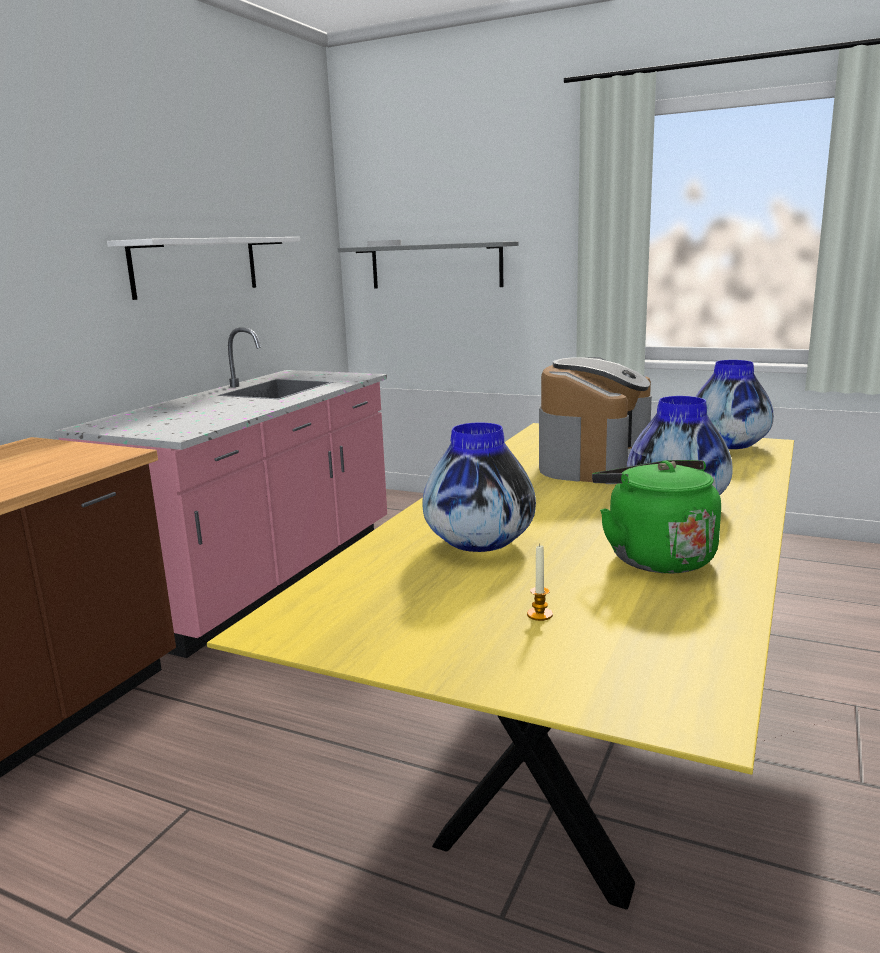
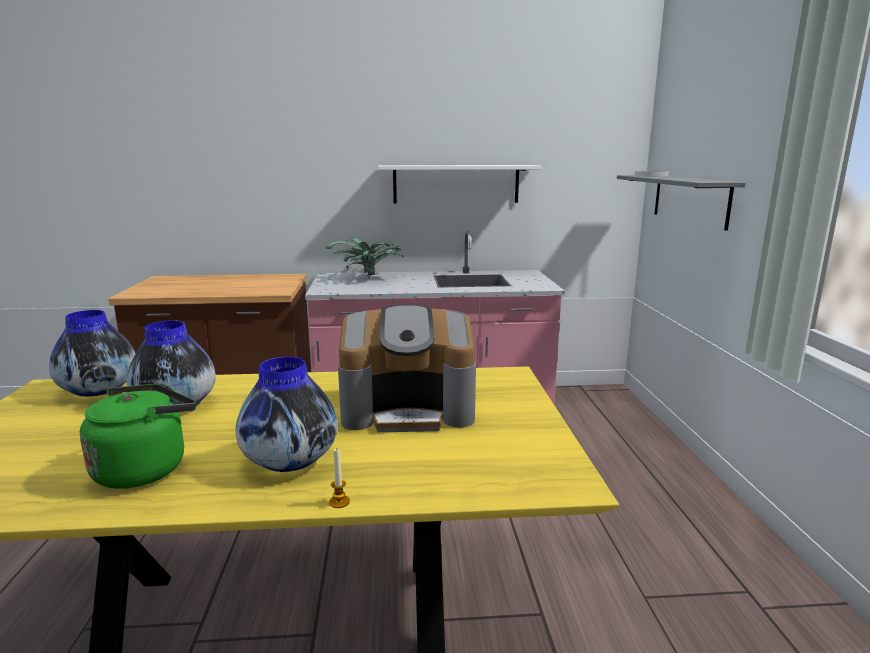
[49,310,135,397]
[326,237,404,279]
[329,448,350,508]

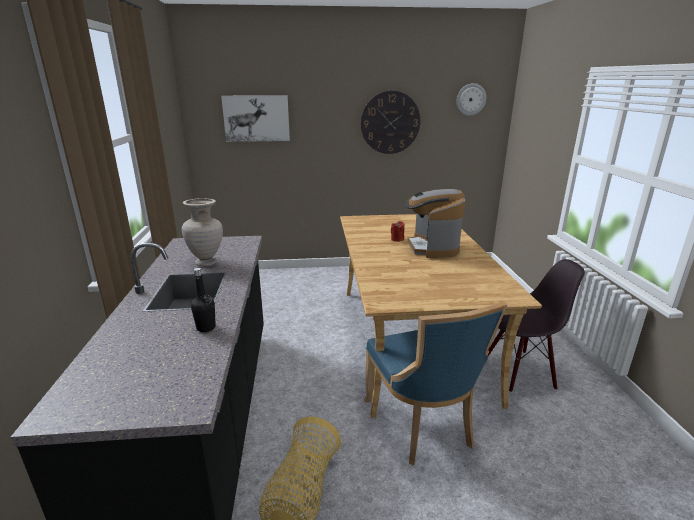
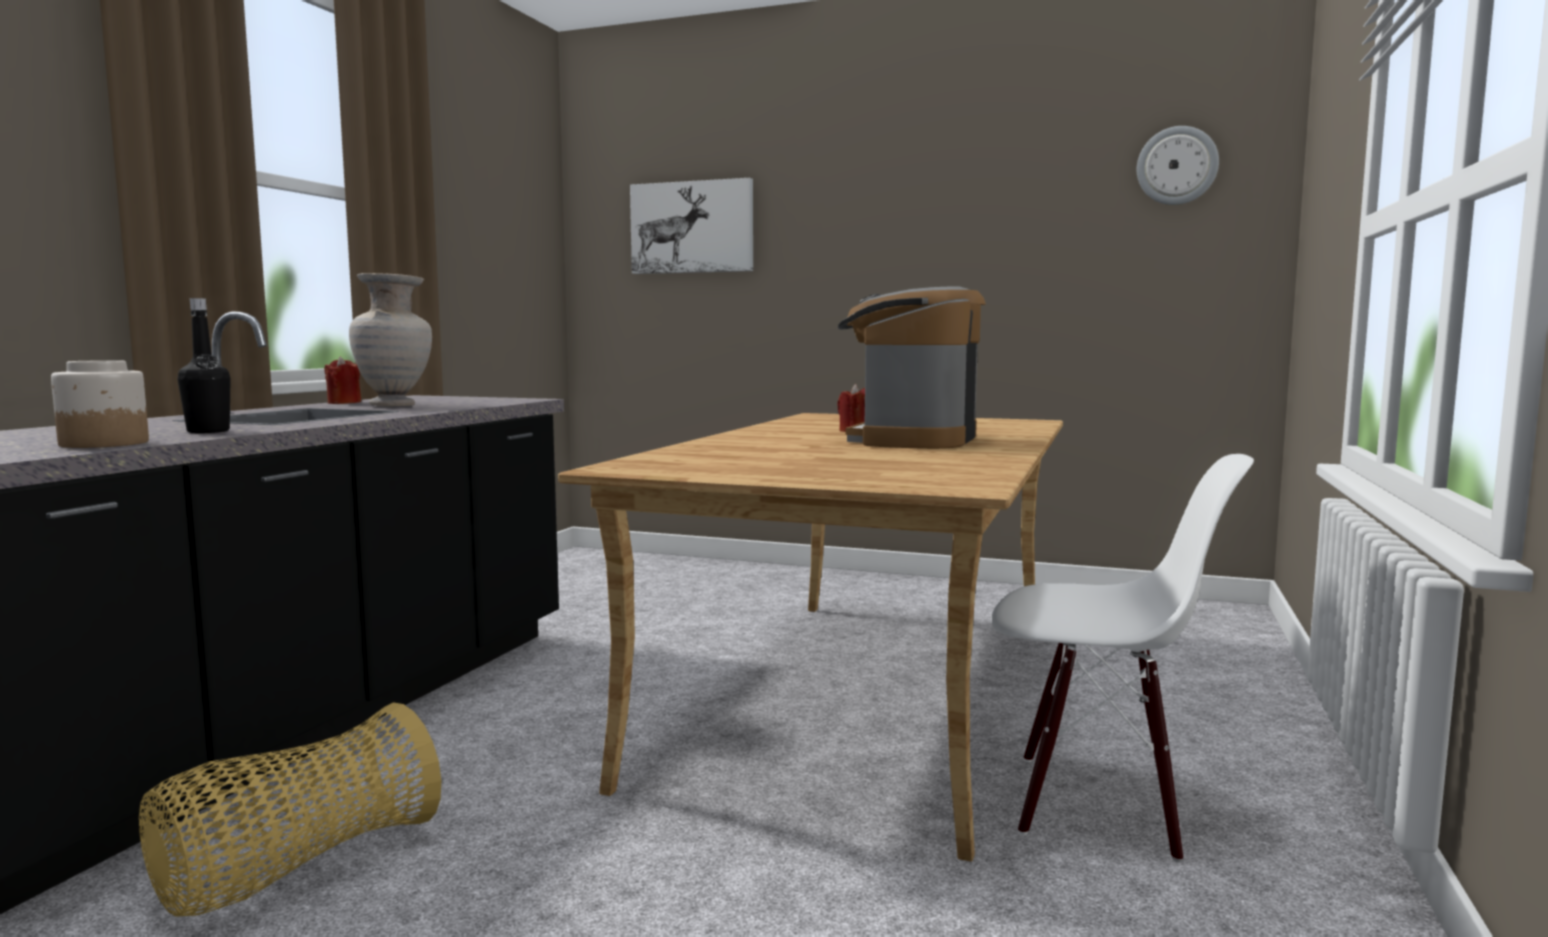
[51,360,149,448]
[324,356,361,404]
[991,454,1254,862]
[361,91,420,154] (first image)
[364,301,507,465] (first image)

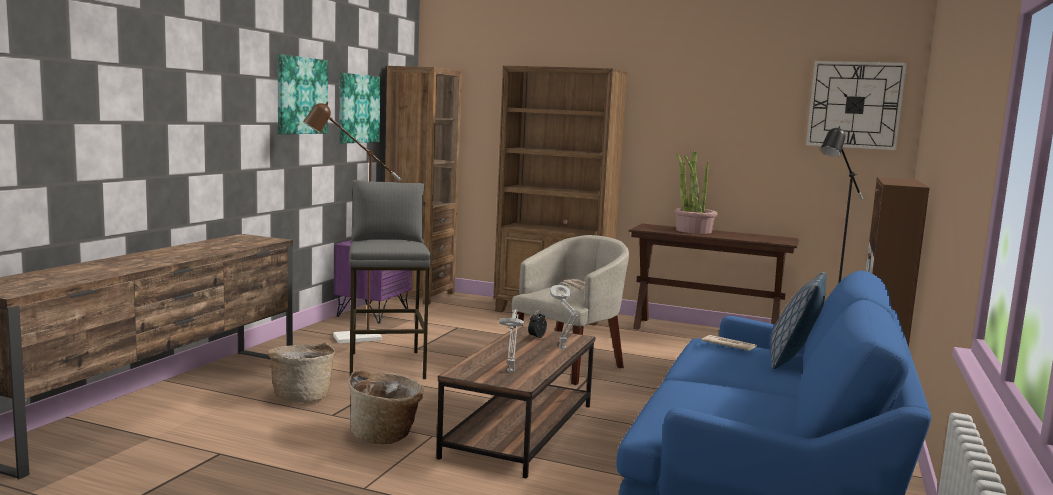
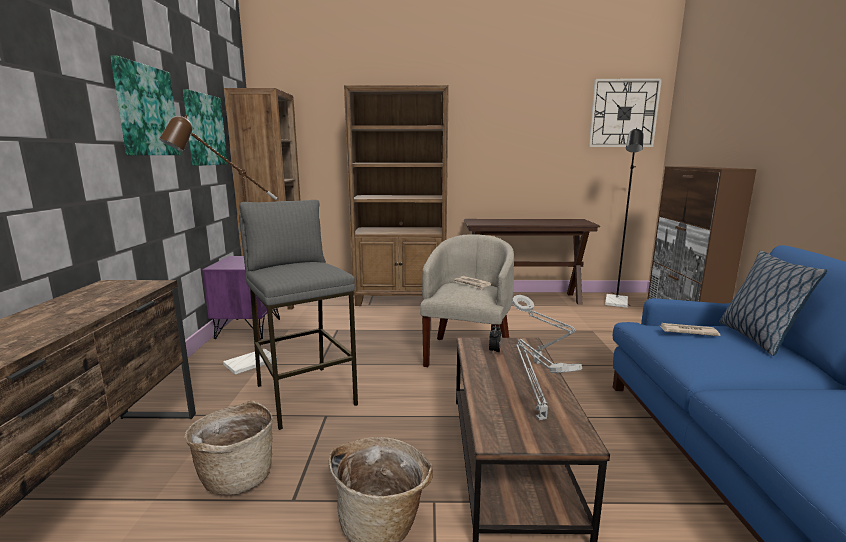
[674,151,718,234] (first image)

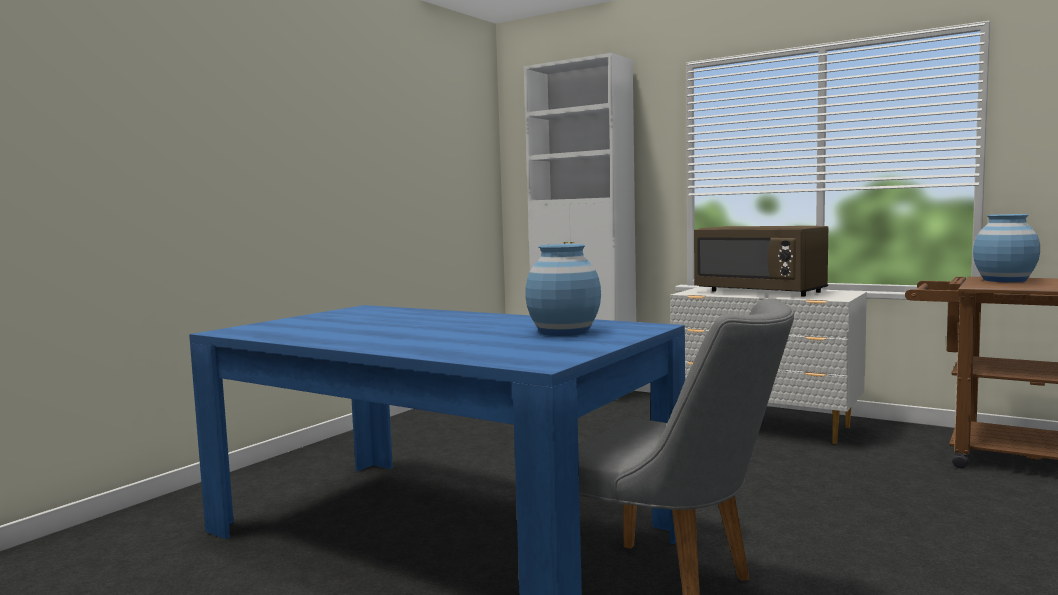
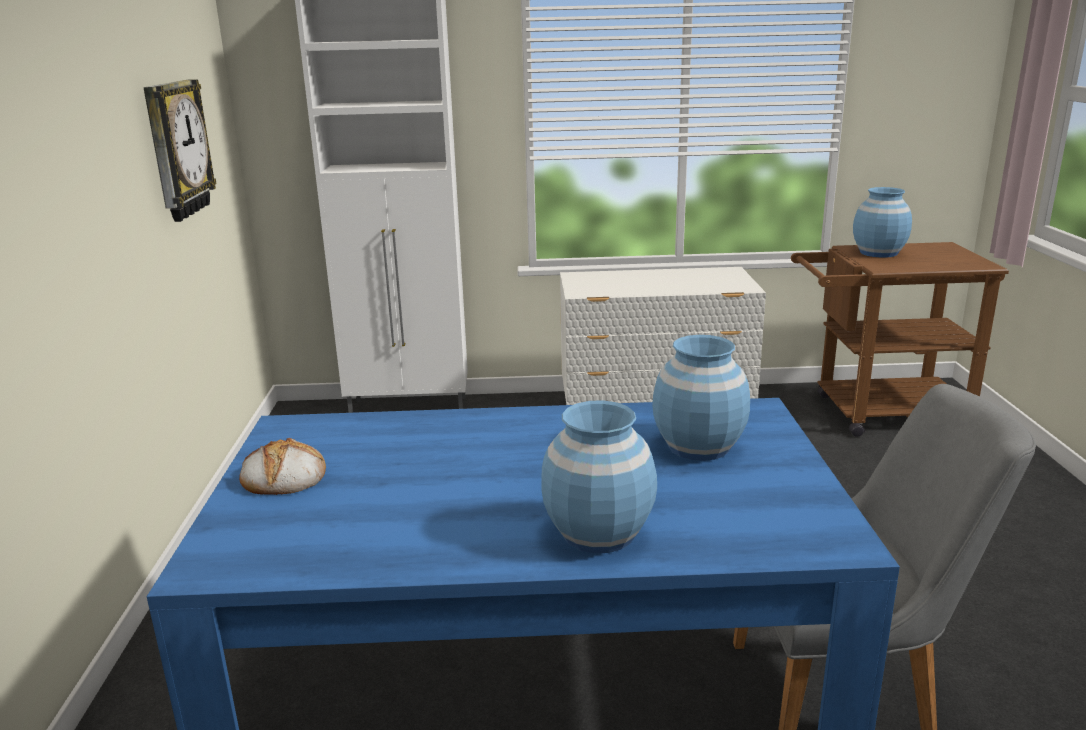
[144,79,217,222]
[239,438,326,495]
[541,400,657,553]
[694,226,828,297] (first image)

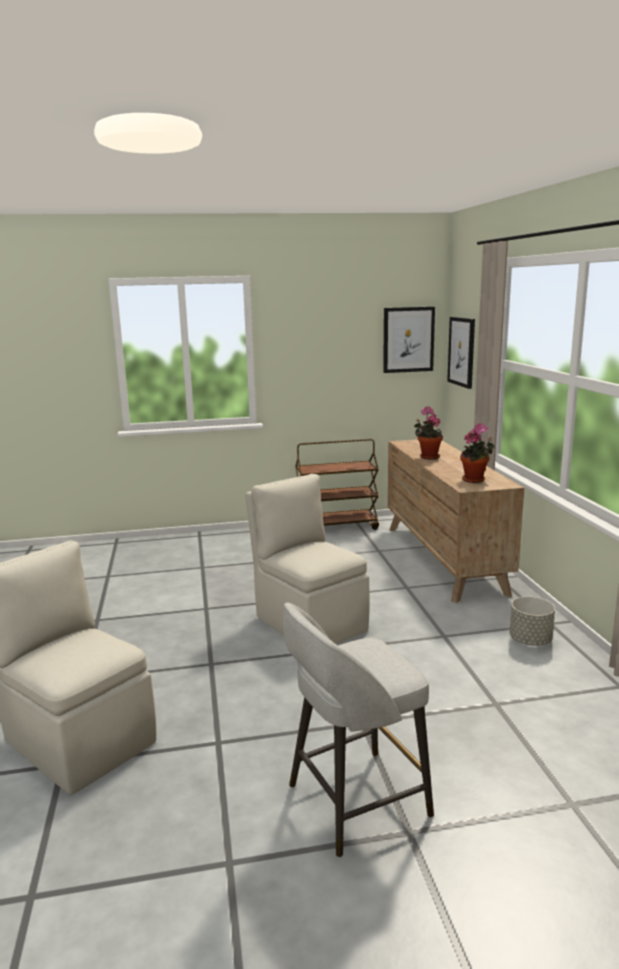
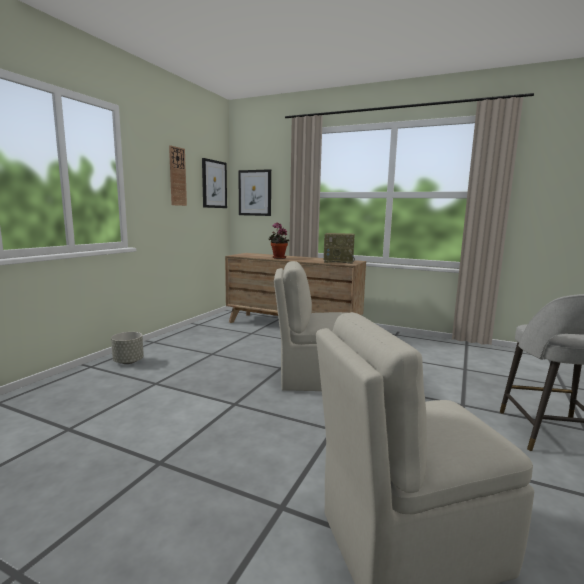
[111,332,144,364]
[169,145,187,206]
[324,233,355,264]
[295,439,379,530] (first image)

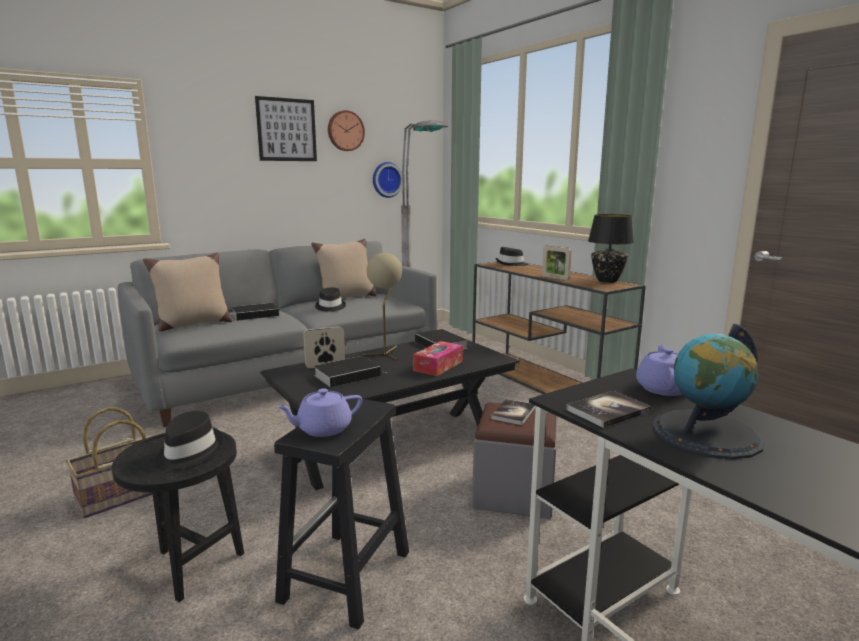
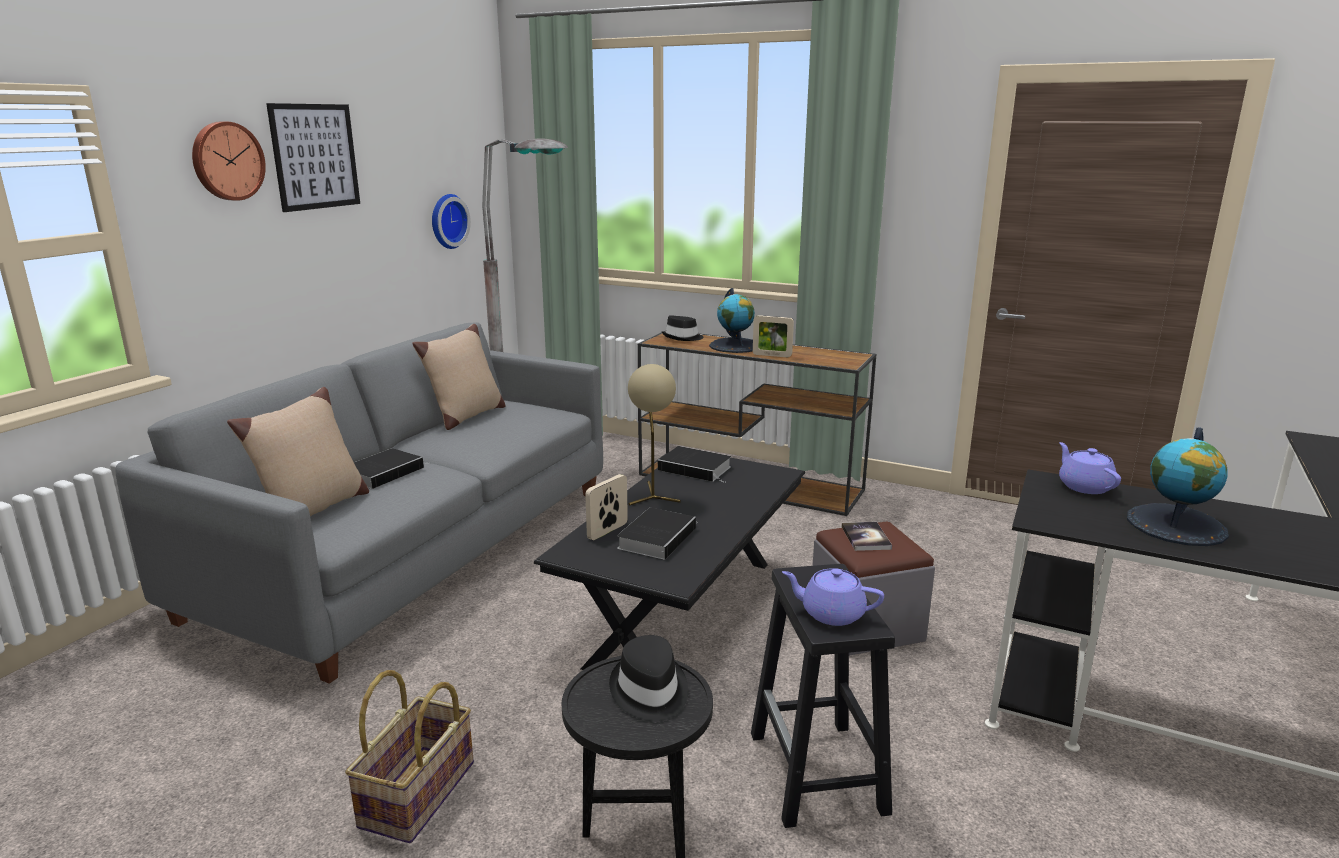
[192,122,266,201]
[709,288,755,353]
[782,568,884,626]
[315,288,346,312] (first image)
[413,341,463,376] (first image)
[566,391,652,428] (first image)
[588,214,634,283] (first image)

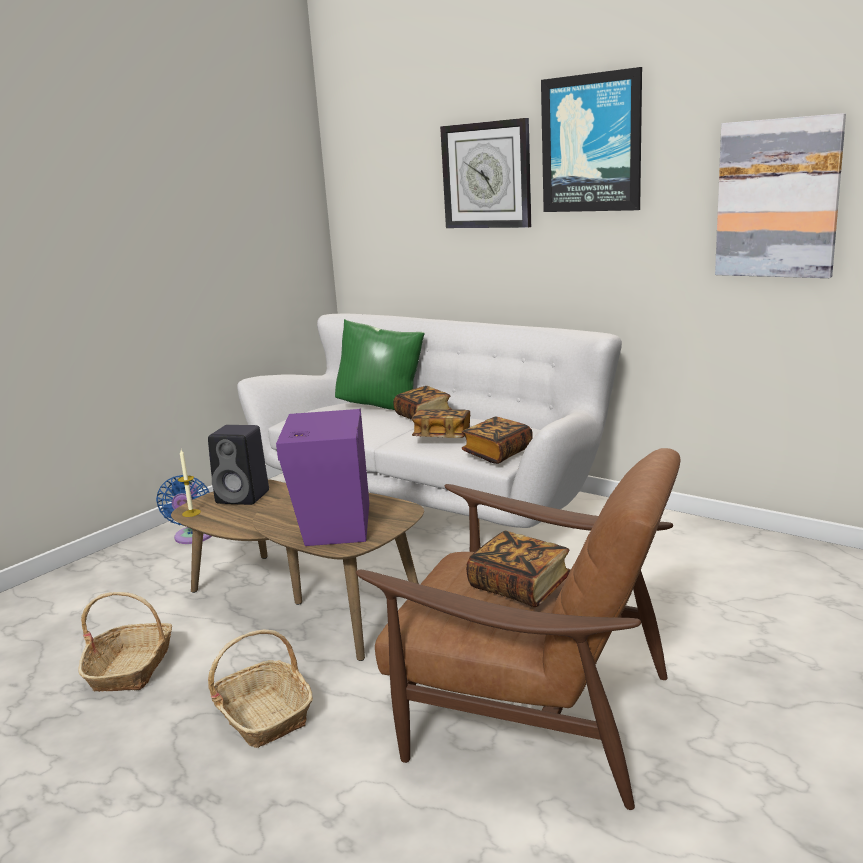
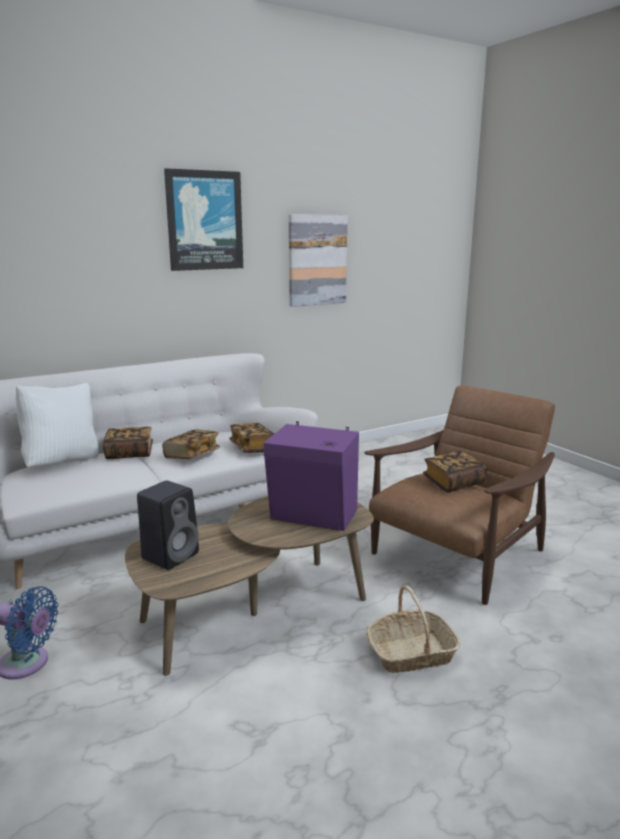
[16,383,99,467]
[78,592,172,692] (first image)
[178,450,201,517] (first image)
[440,118,531,228] (first image)

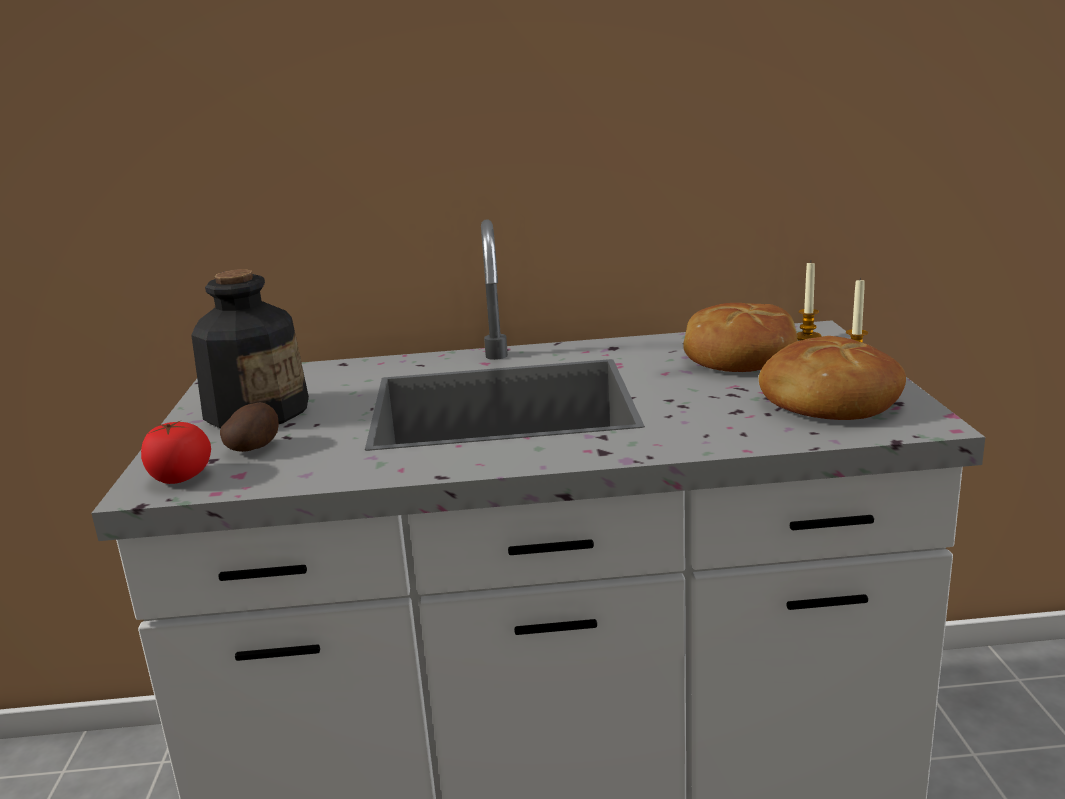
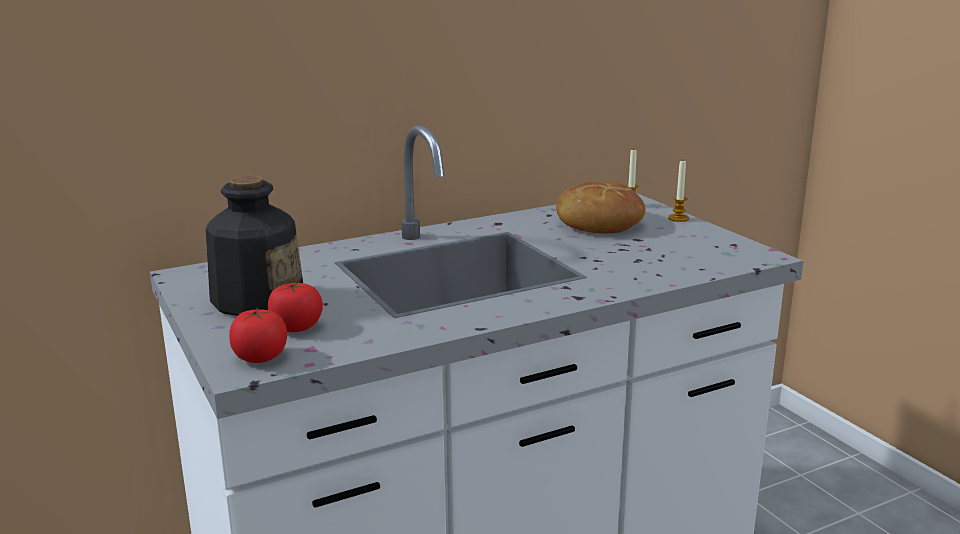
[268,282,323,332]
[759,336,906,420] (first image)

